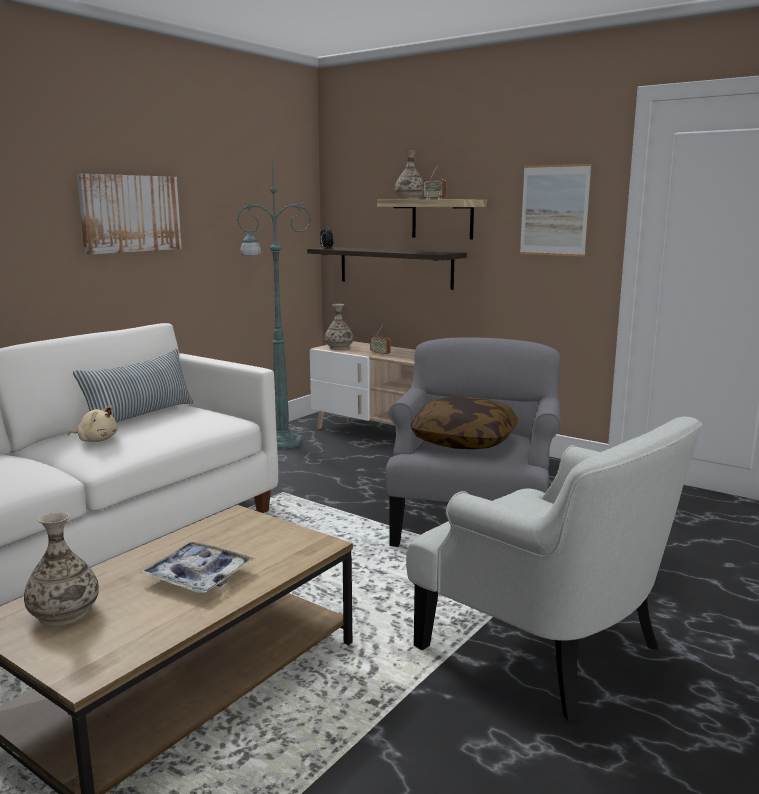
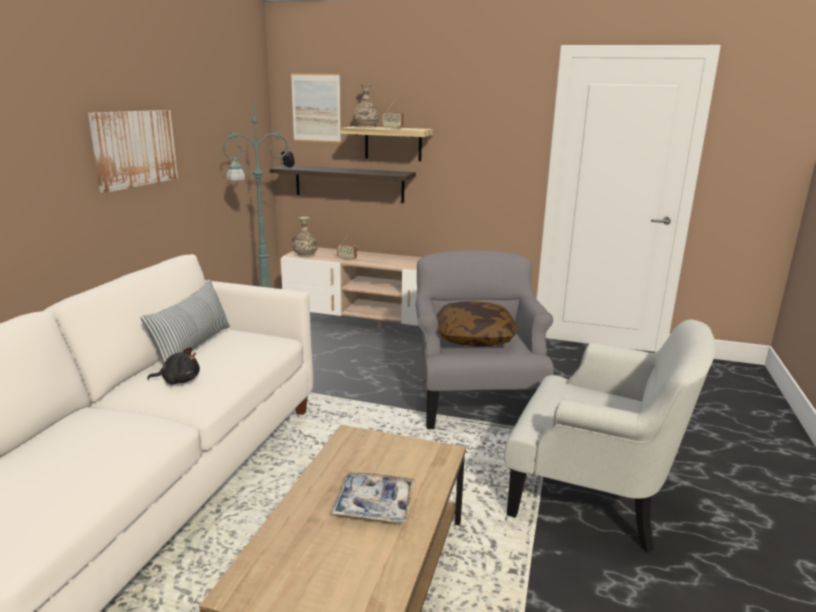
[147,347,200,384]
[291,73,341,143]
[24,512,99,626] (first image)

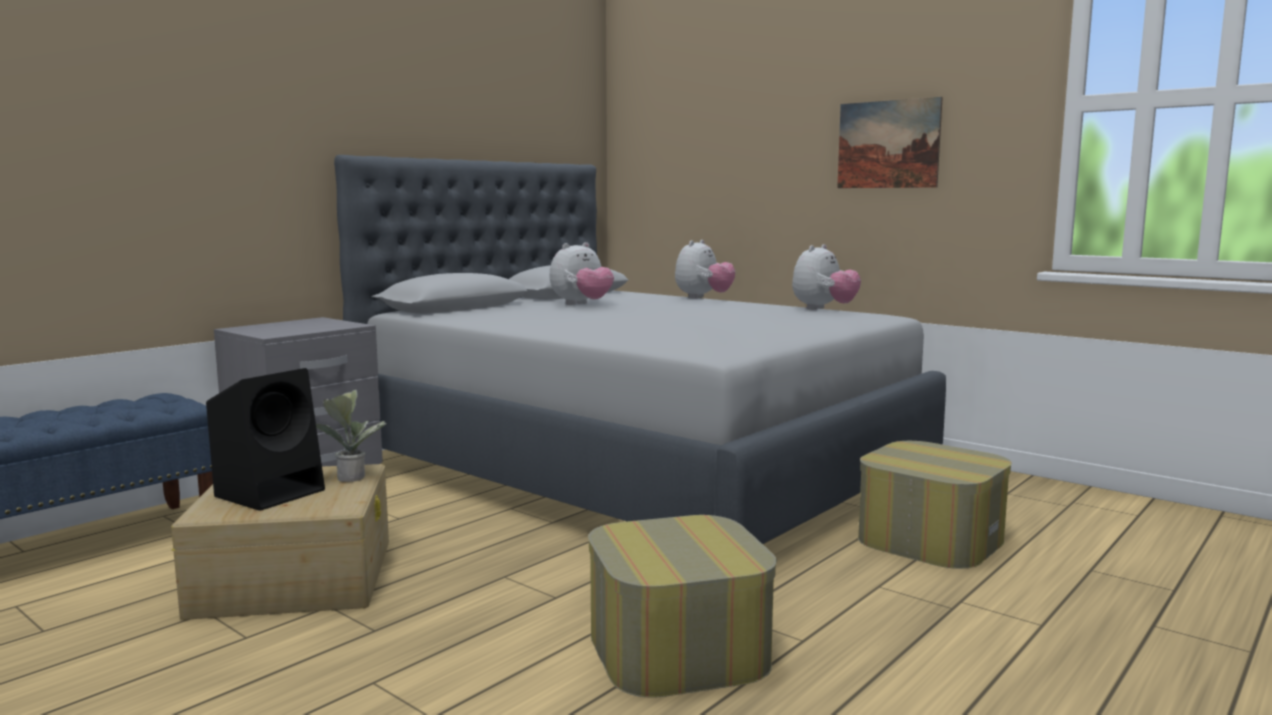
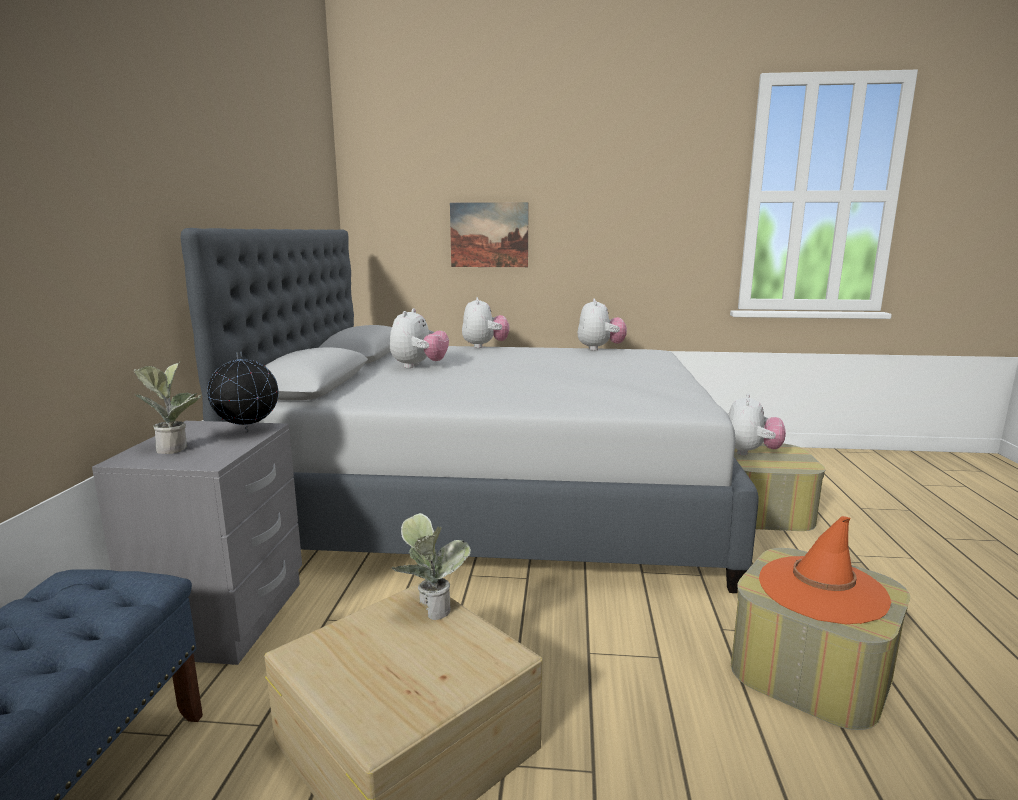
[134,362,201,454]
[207,351,279,433]
[450,202,529,267]
[728,393,786,455]
[759,516,891,624]
[206,368,325,511] (first image)

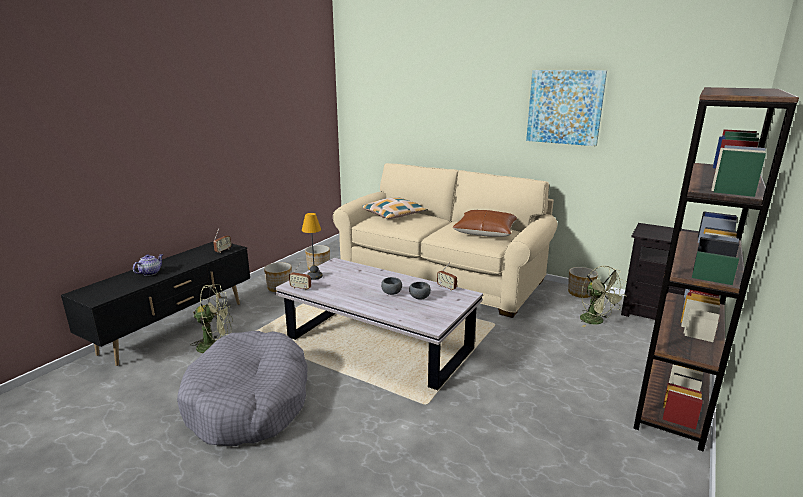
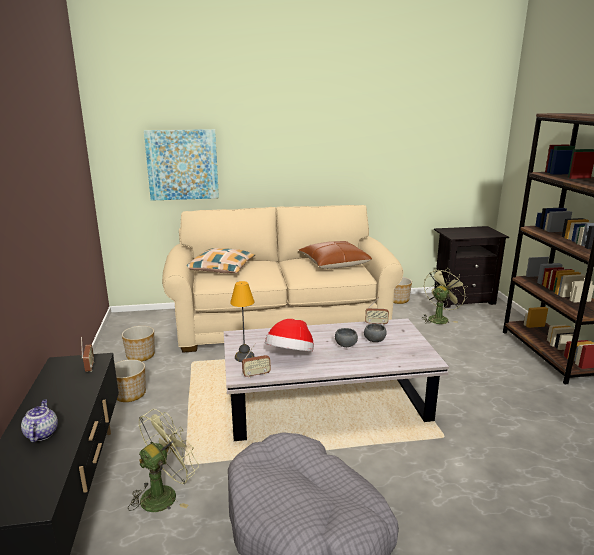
[144,129,219,201]
[265,319,314,351]
[421,268,467,324]

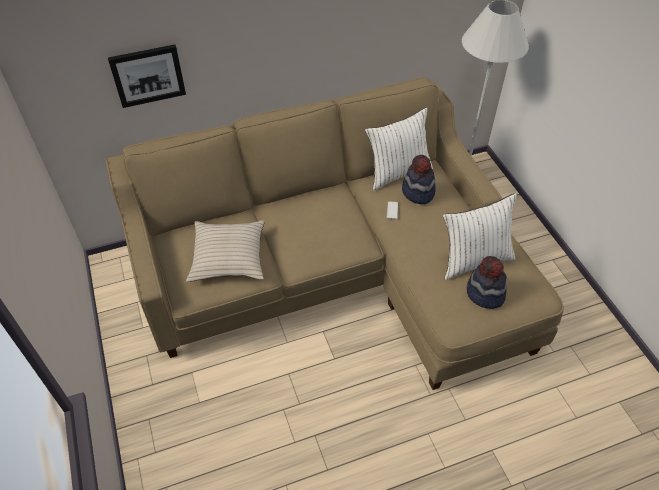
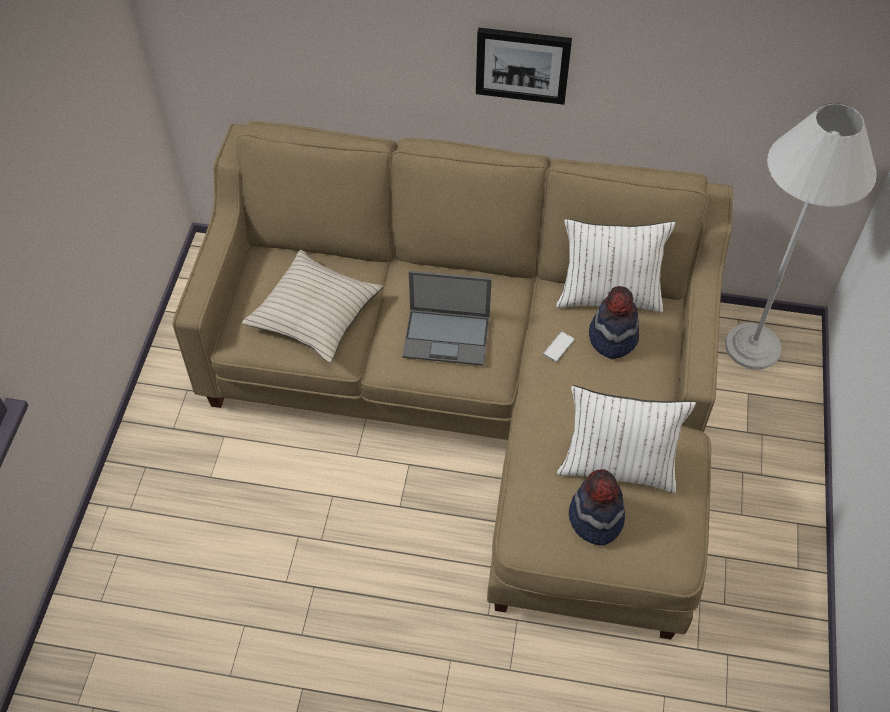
[402,271,492,366]
[476,28,572,105]

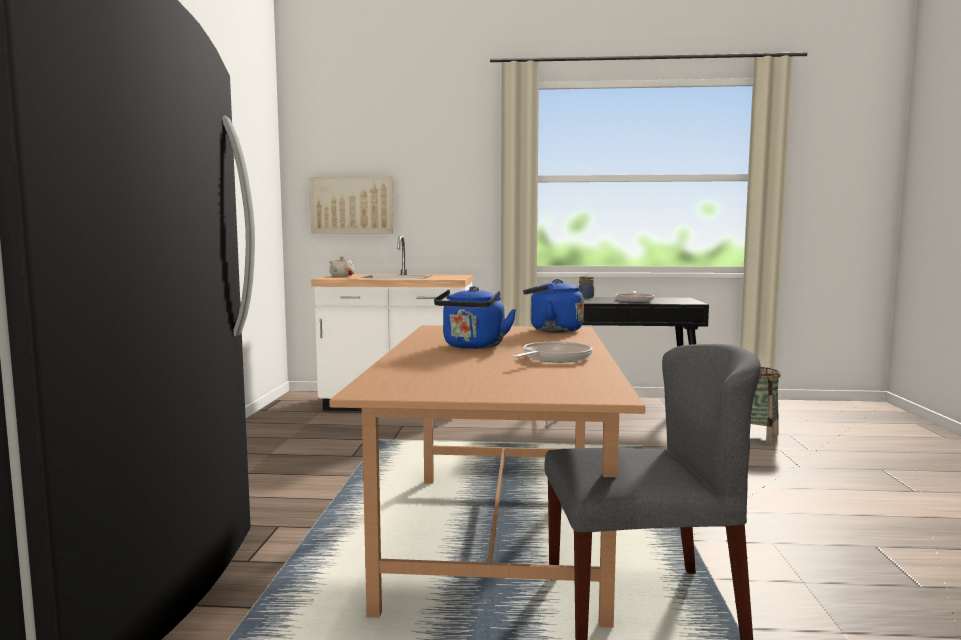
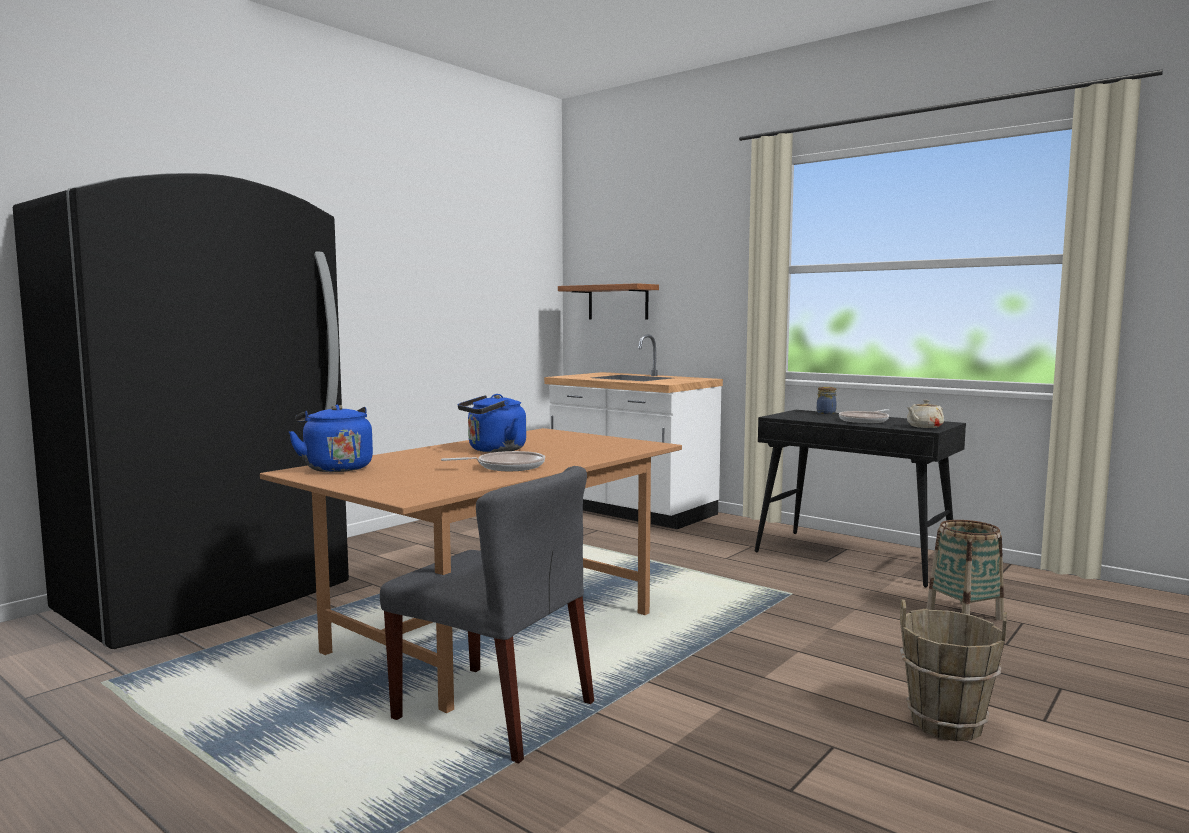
[289,405,373,472]
[558,283,659,320]
[900,599,1007,741]
[907,400,944,428]

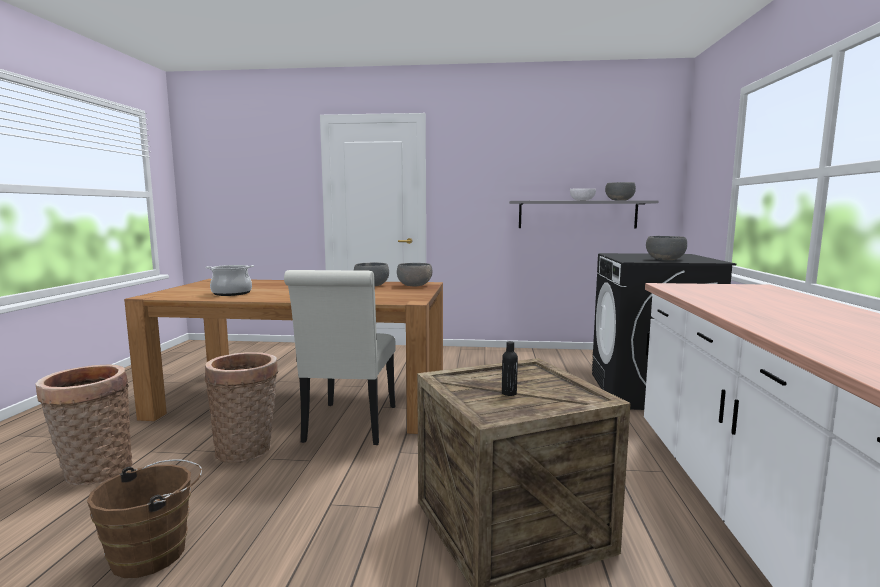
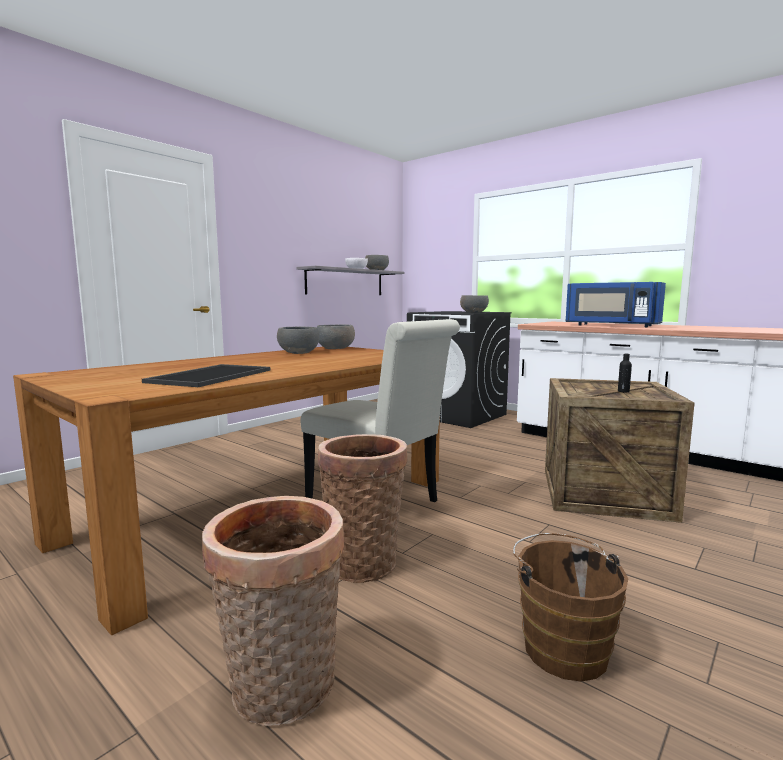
[142,364,270,387]
[566,282,666,327]

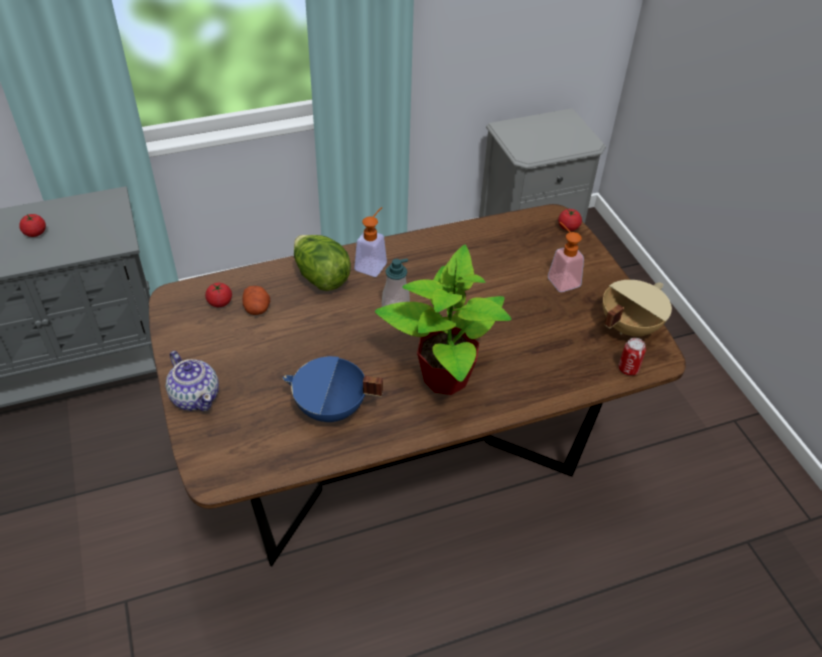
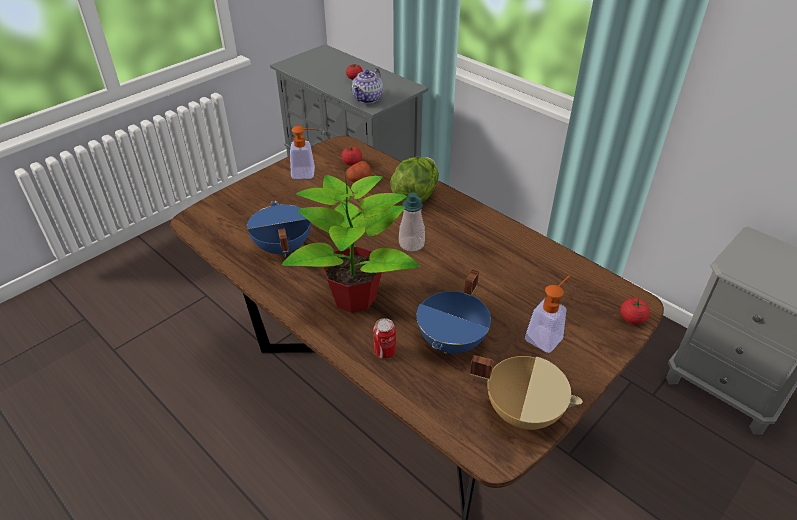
[290,126,320,179]
[352,68,383,104]
[374,318,396,359]
[417,270,491,353]

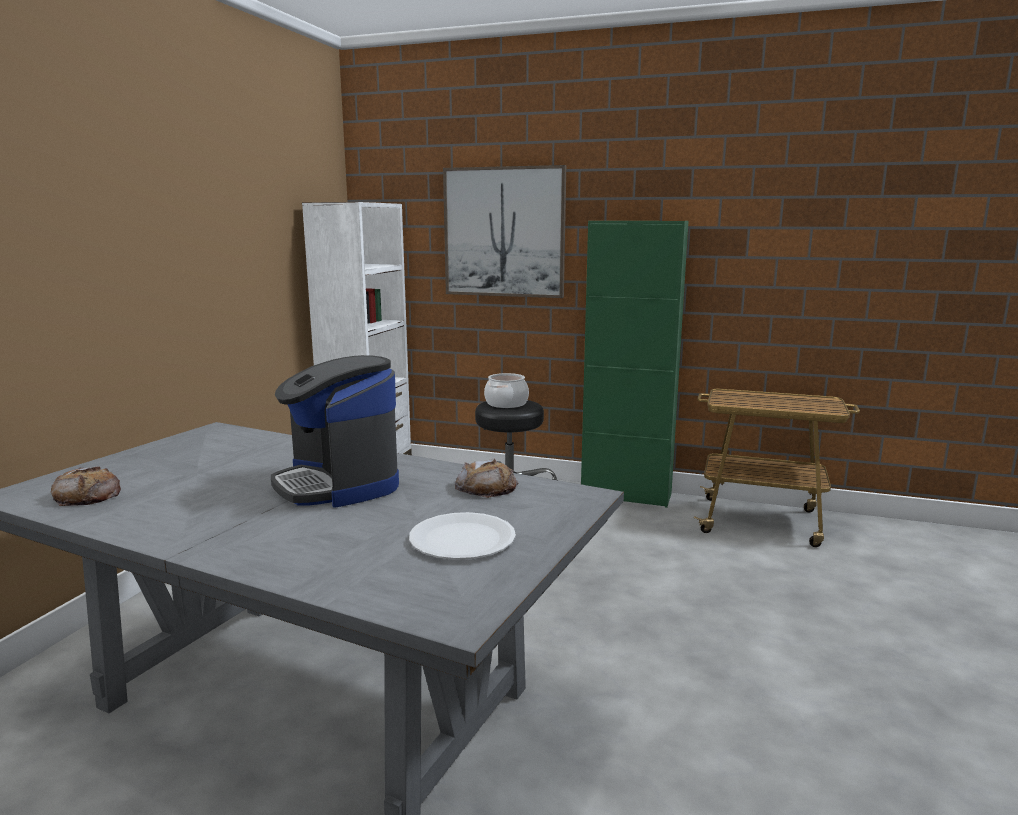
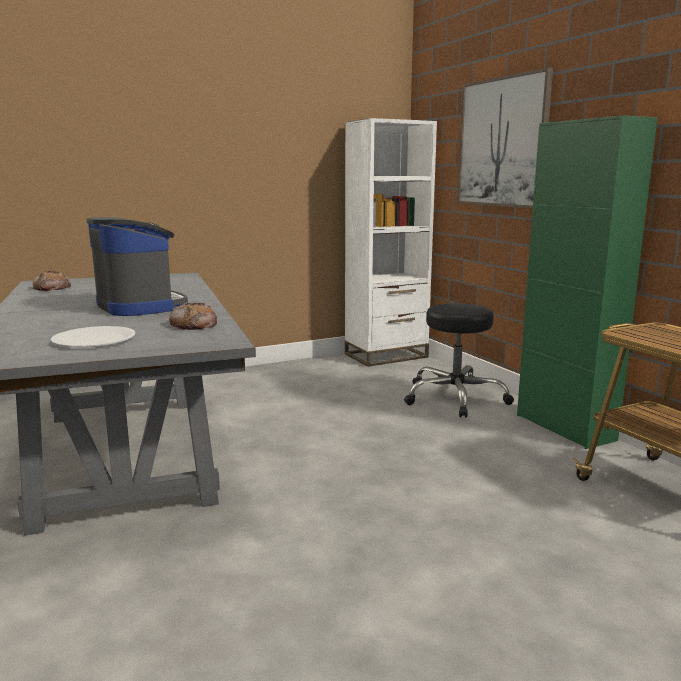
[86,217,188,316]
[484,373,529,408] (first image)

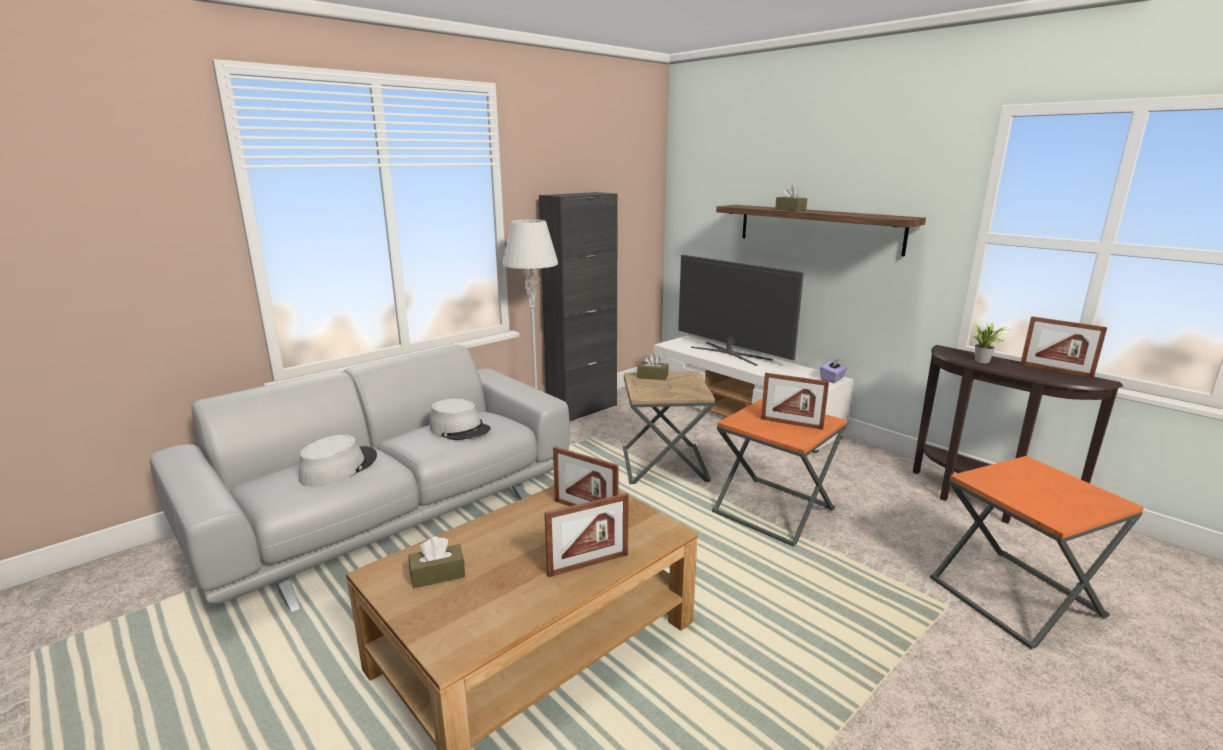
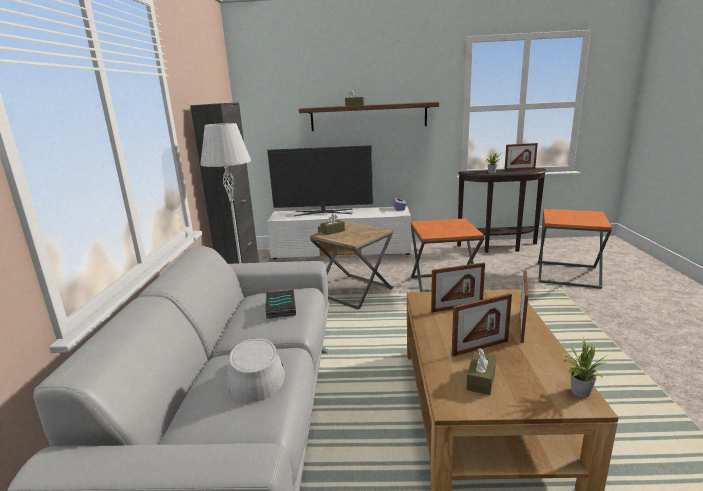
[265,290,296,319]
[452,293,512,357]
[561,337,608,398]

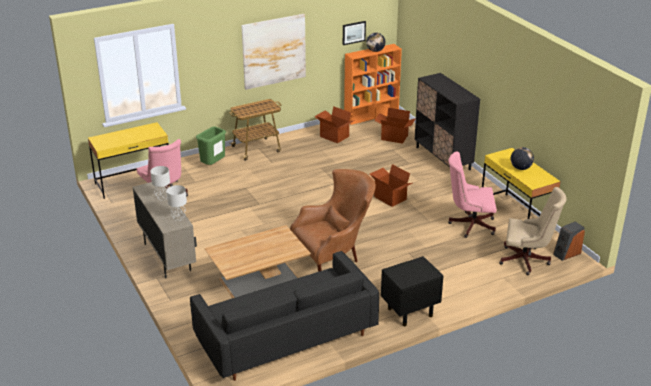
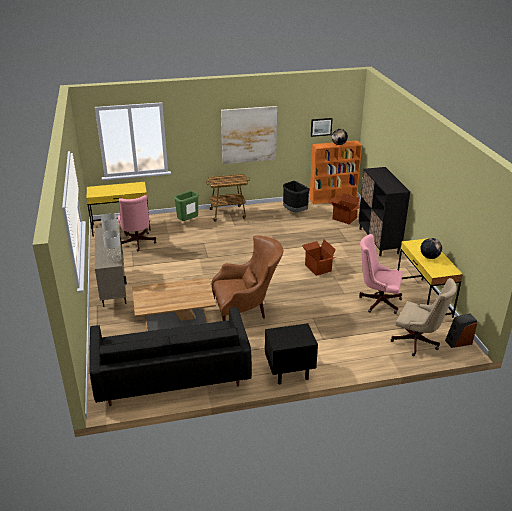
[283,181,310,212]

